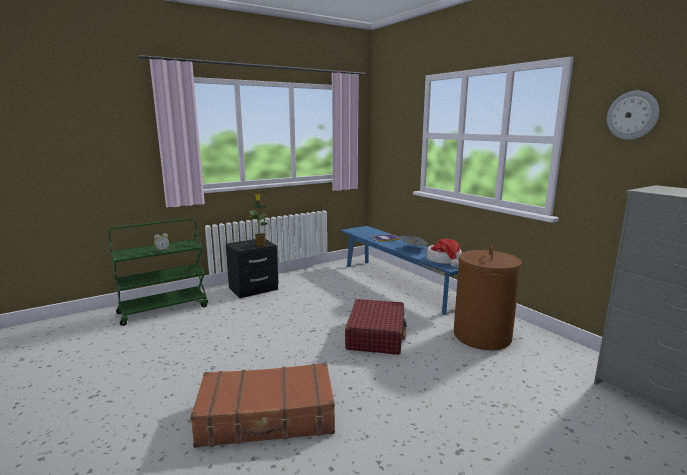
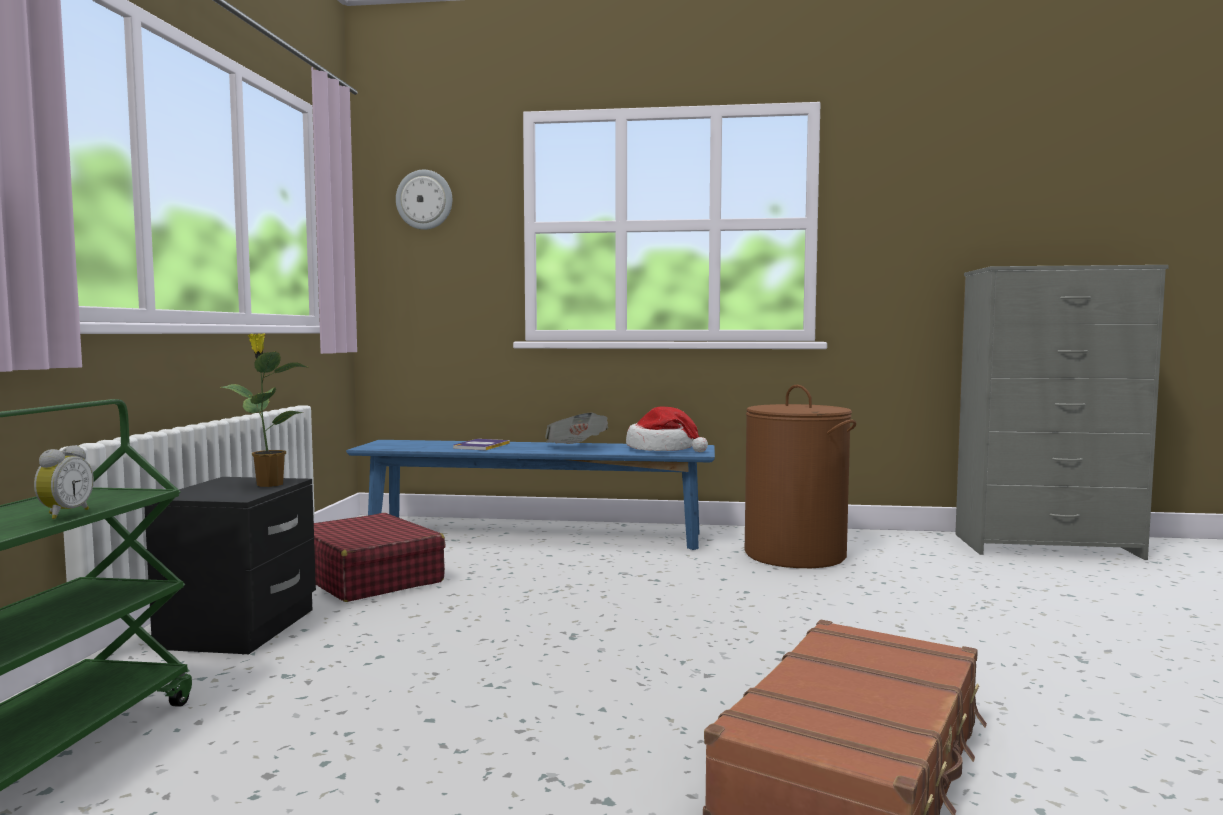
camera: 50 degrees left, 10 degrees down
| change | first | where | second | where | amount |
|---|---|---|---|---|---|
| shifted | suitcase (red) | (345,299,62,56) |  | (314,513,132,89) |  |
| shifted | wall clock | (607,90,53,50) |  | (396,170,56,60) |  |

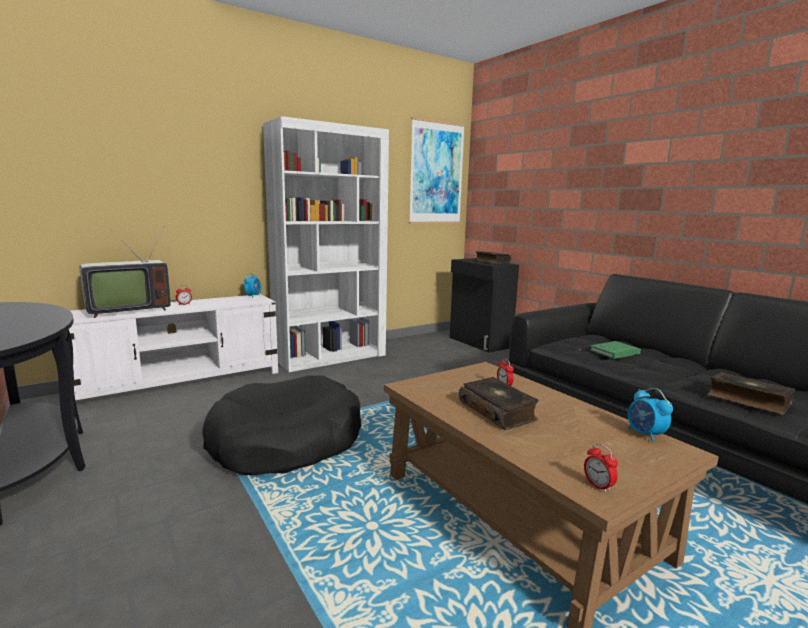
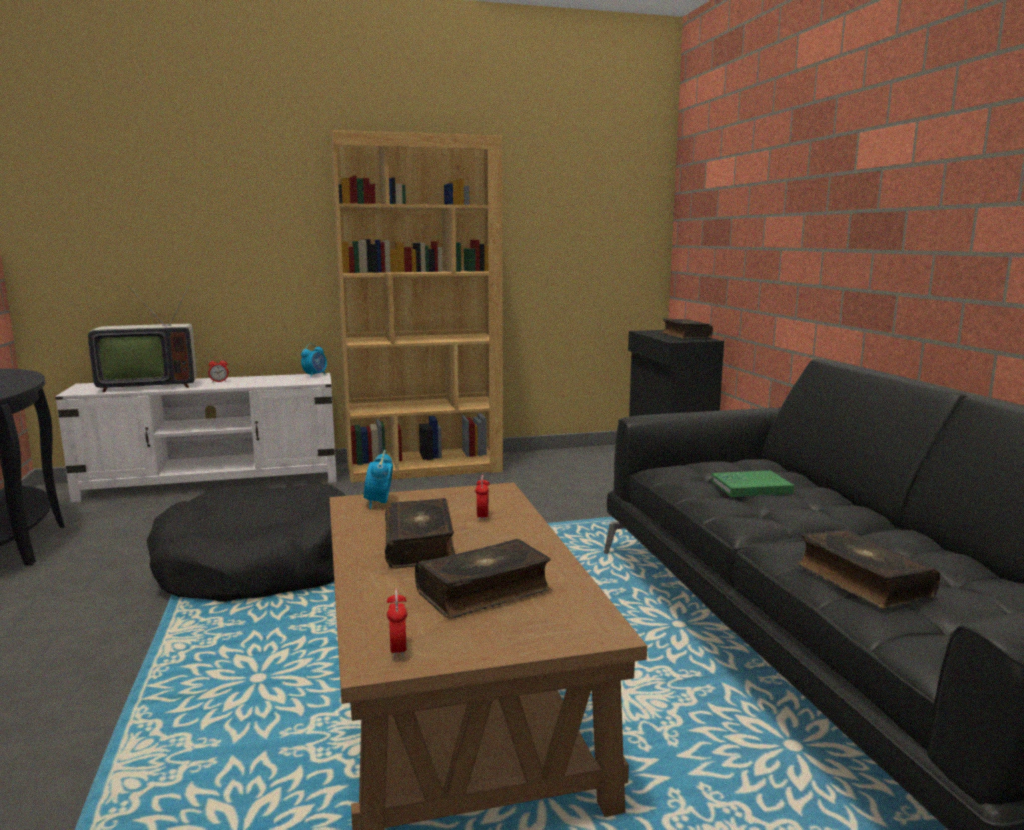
camera: 20 degrees right, 0 degrees up
| change | first | where | second | where | amount |
|---|---|---|---|---|---|
| repainted | bookcase (white) | (263,116,126,256) | bookcase (brown) | (331,130,172,353) |  |
| gone | picture | (409,117,56,107) |  |  |  |
| shifted | alarm clock | (628,388,45,54) |  | (364,450,29,59) |  |
| new |  |  | book | (415,539,136,80) |  |

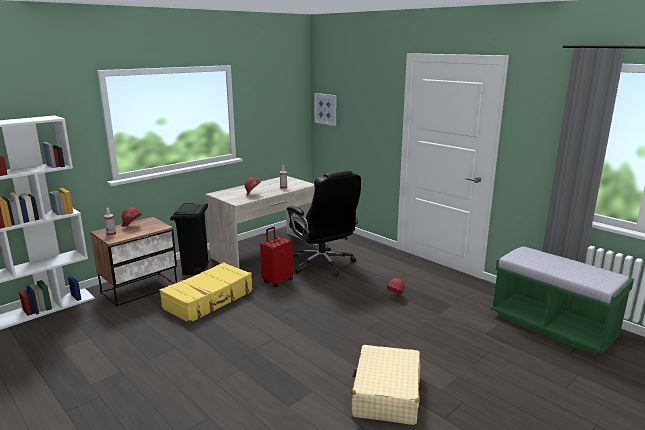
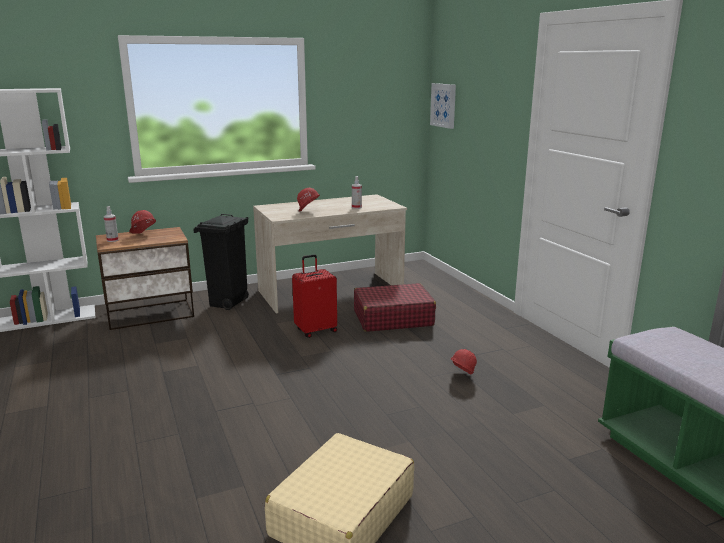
camera: 20 degrees right, 0 degrees up
| change | first | where | second | where | amount |
|---|---|---|---|---|---|
| gone | suitcase (yellow) | (160,262,93,61) |  |  |  |
| swapped | office chair (black) | (287,170,74,107) | suitcase (red) | (354,283,82,49) |  |

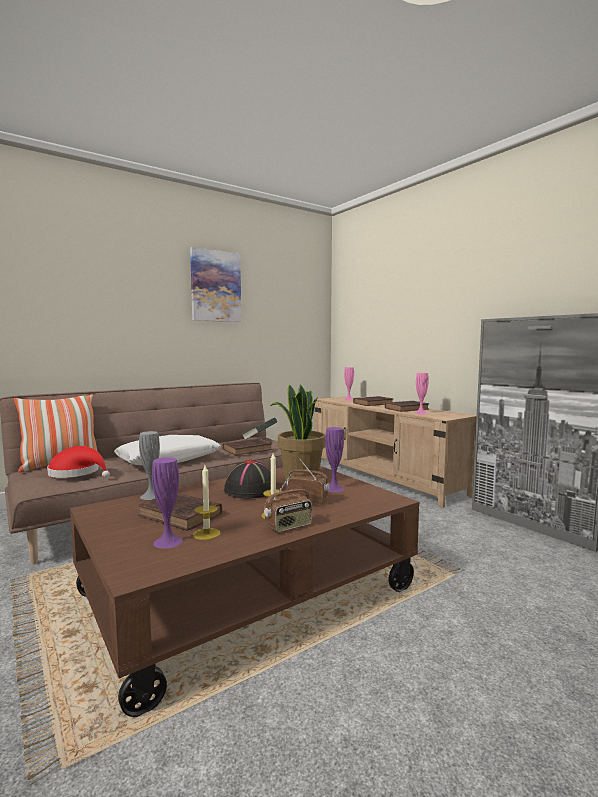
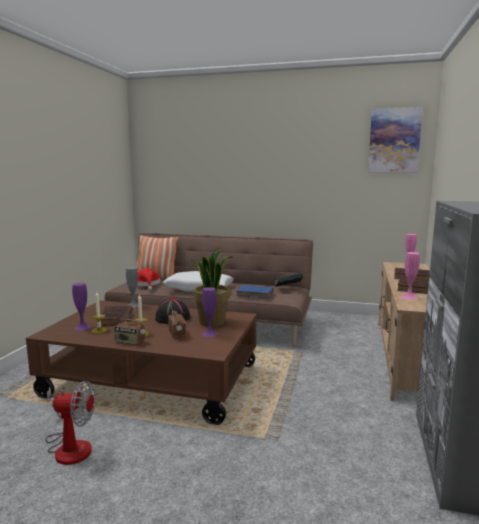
camera: 50 degrees right, 5 degrees up
| change | first | where | second | where | amount |
|---|---|---|---|---|---|
| shifted | picture | (190,247,51,75) |  | (368,107,55,66) |  |
| repainted | book (brown) | (223,438,49,17) | book (blue) | (236,285,37,14) |  |
| new |  |  | fan | (45,381,51,84) |  |

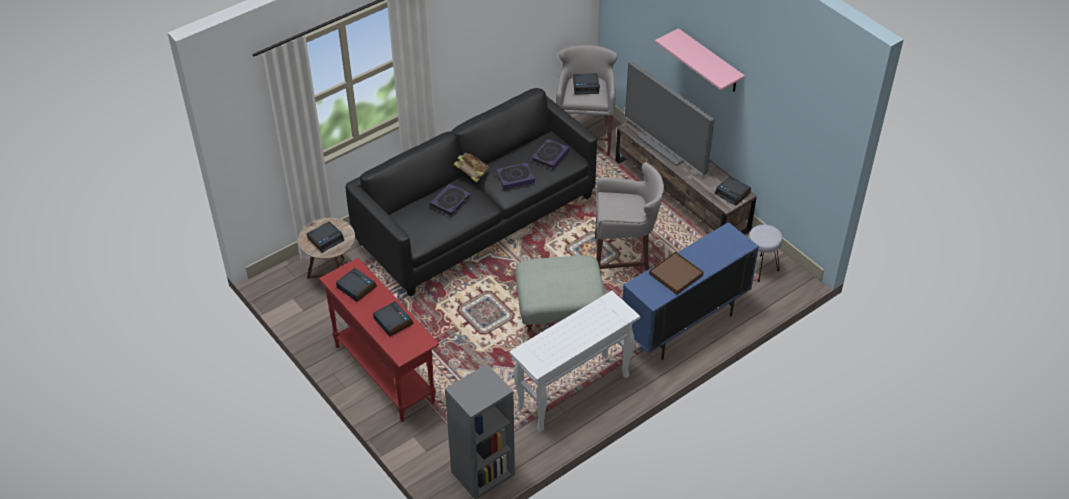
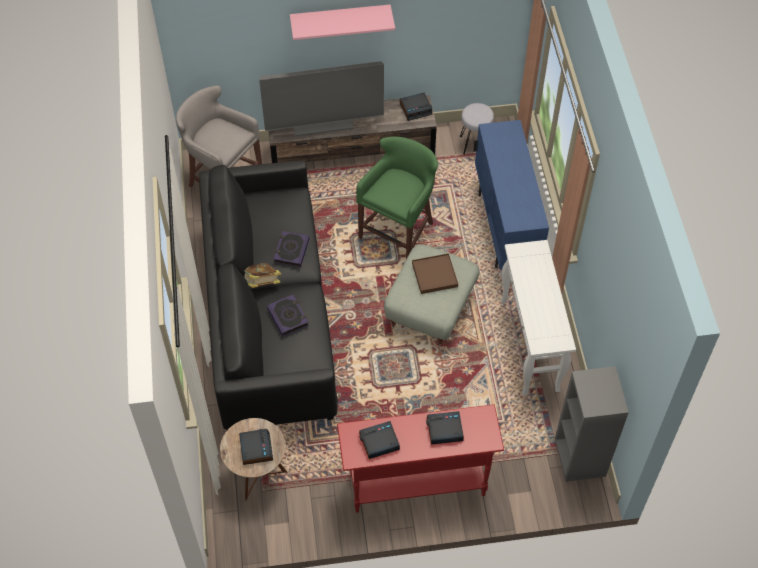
camera: 60 degrees left, 10 degrees up
| change | first | where | second | where | amount |
|---|---|---|---|---|---|
| gone | book | (532,139,37,31) |  |  |  |
| gone | alarm clock | (573,73,27,21) |  |  |  |
| repainted | stool (grey) | (595,162,69,109) | stool (green) | (356,137,82,122) |  |
| shifted | tray (brown) | (649,251,55,44) |  | (412,253,46,41) |  |

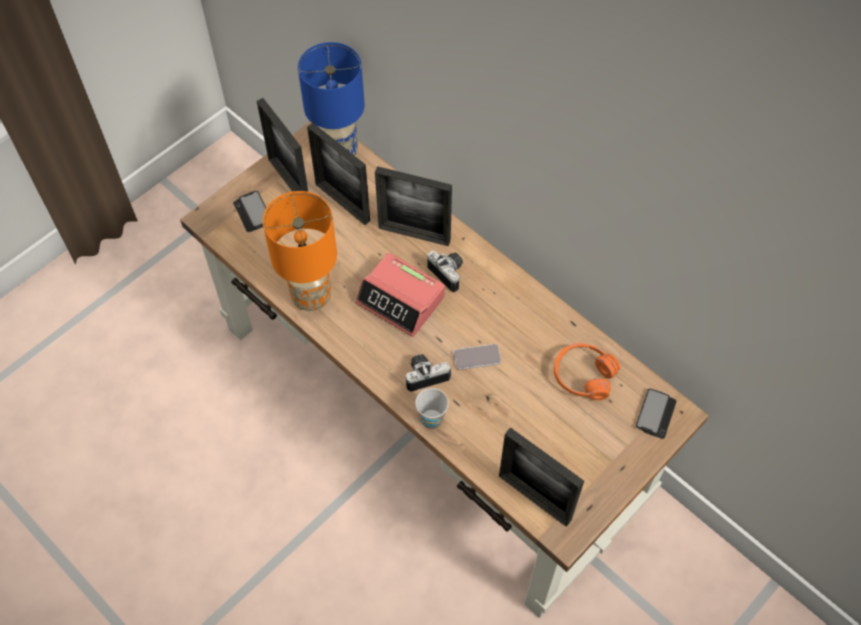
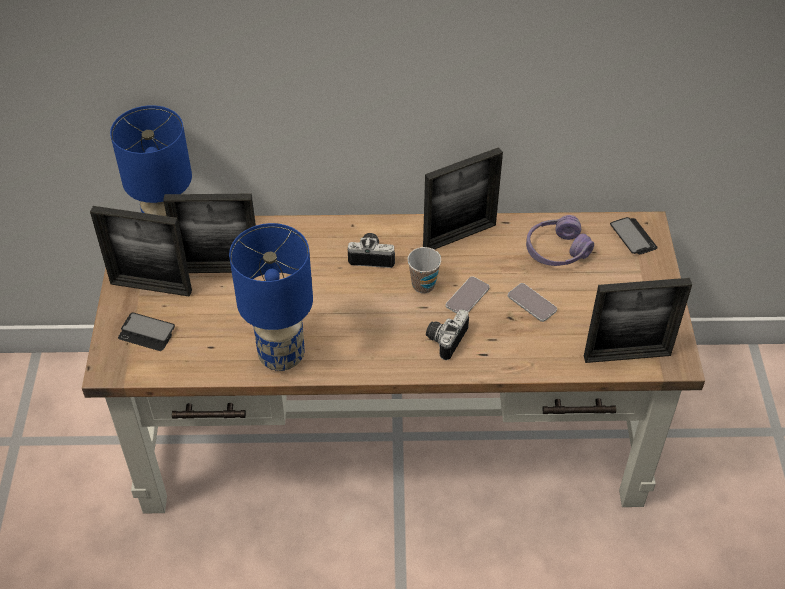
camera: 45 degrees left, 10 degrees down
| change | first | where | second | where | amount |
|---|---|---|---|---|---|
| repainted | table lamp (orange) | (263,191,74,120) | table lamp (blue) | (229,223,84,148) |  |
| gone | alarm clock | (355,253,90,84) |  |  |  |
| shifted | picture frame | (375,166,77,80) |  | (423,147,80,103) |  |
| shifted | cup | (415,388,34,41) |  | (407,247,34,46) |  |
| repainted | headphones (orange) | (554,343,66,57) | headphones (purple) | (526,215,68,51) |  |
| new |  |  | phone | (508,283,49,39) |  |

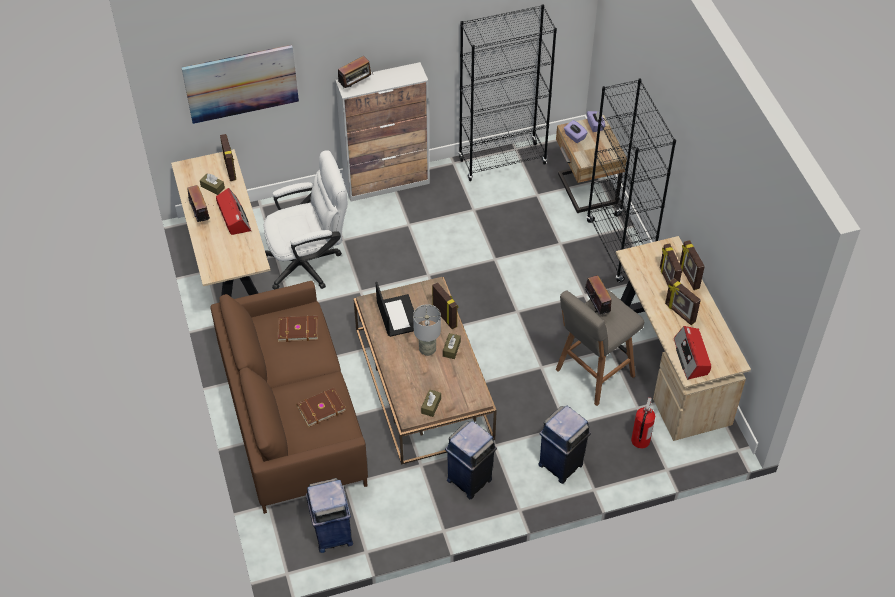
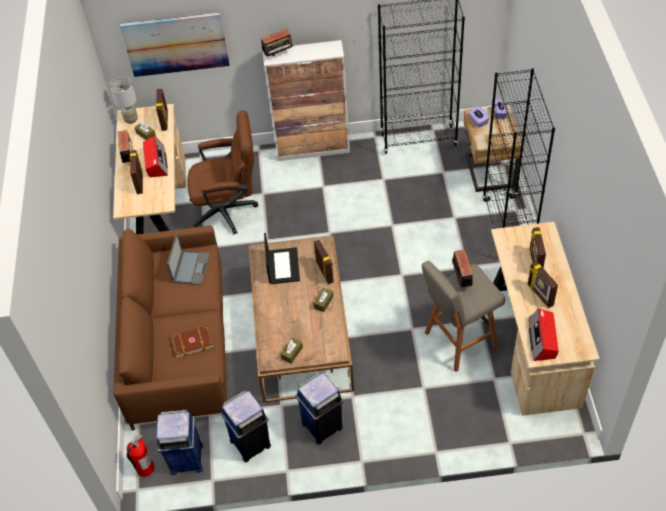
camera: 15 degrees right, 0 degrees up
| change | first | where | second | where | amount |
|---|---|---|---|---|---|
| repainted | office chair (white) | (264,150,84,139) | office chair (brown) | (187,111,71,123) |  |
| swapped | book (brown) | (278,316,40,26) | laptop | (167,233,43,52) |  |
| shifted | table lamp (grey) | (413,304,28,52) |  | (109,77,29,47) |  |
| shifted | trash can (blue) | (538,405,53,79) |  | (221,390,50,73) |  |
| shifted | fire extinguisher | (631,397,24,52) |  | (127,431,28,46) |  |
| shifted | picture frame | (680,240,25,50) |  | (129,150,14,44) |  |

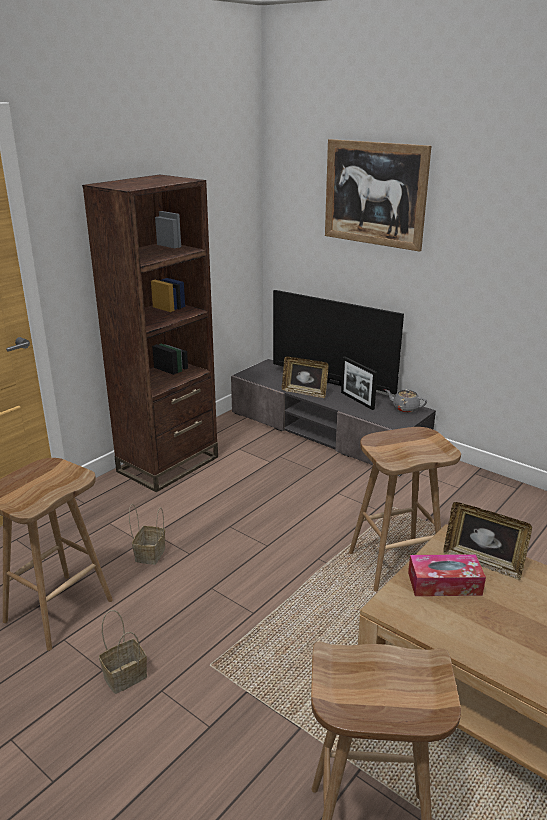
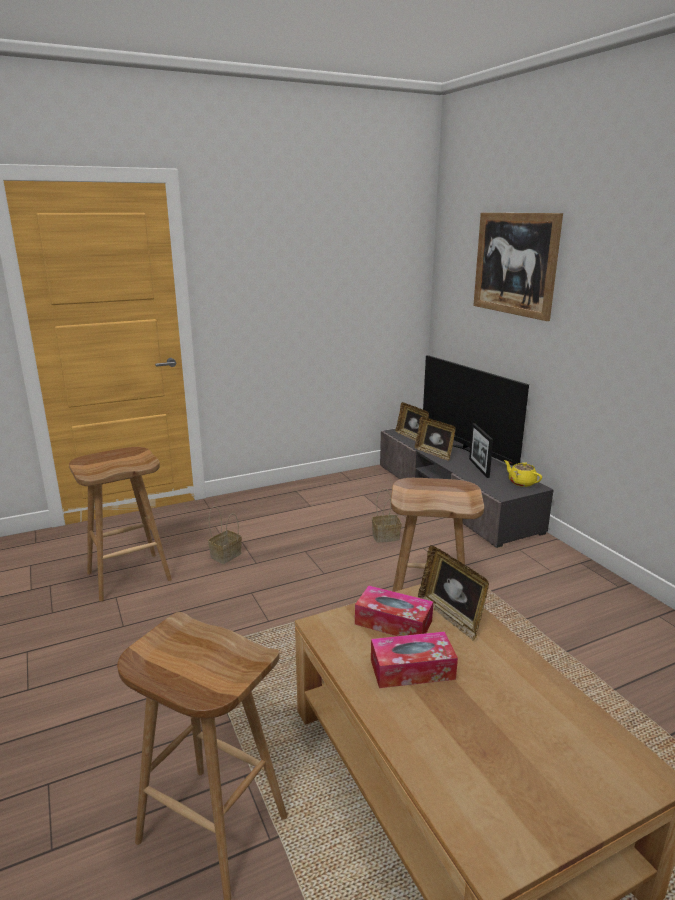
camera: 25 degrees right, 5 degrees down
| change | first | where | second | where | amount |
|---|---|---|---|---|---|
| gone | bookcase (brown) | (82,175,136,317) |  |  |  |
| shifted | basket | (99,610,48,84) |  | (372,488,29,55) |  |
| repainted | teapot (grey) | (385,389,42,24) | teapot (yellow) | (504,460,38,27) |  |
| new |  |  | tissue box | (371,632,87,56) |  |
| new |  |  | picture frame | (396,402,33,39) |  |

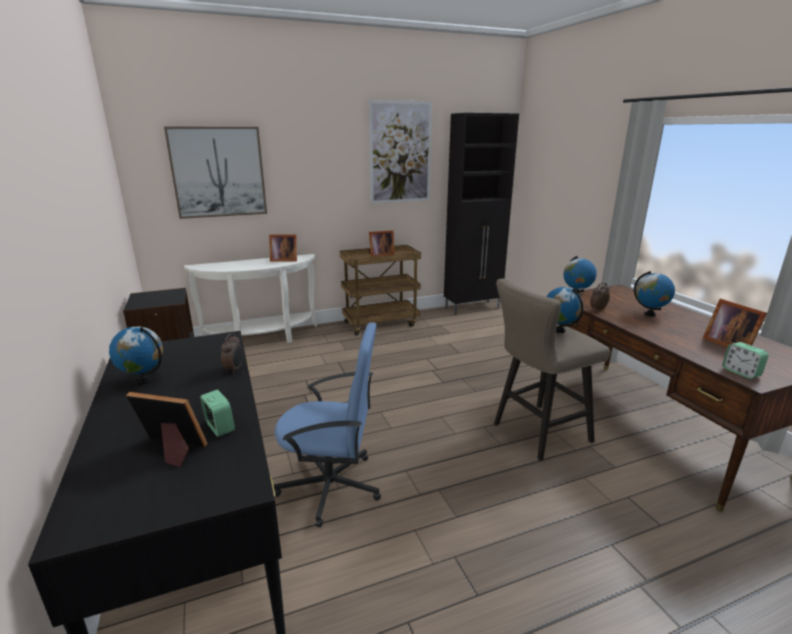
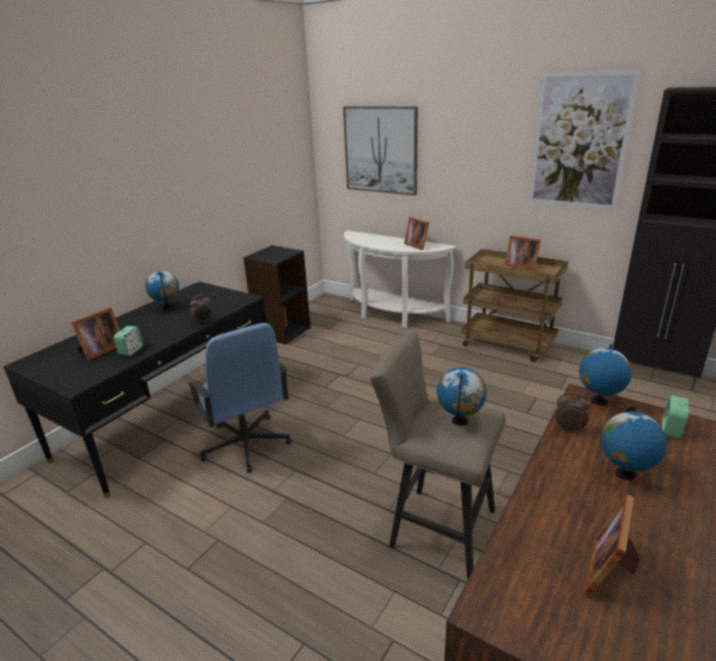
camera: 55 degrees right, 5 degrees up
| change | first | where | second | where | amount |
|---|---|---|---|---|---|
| rotated | picture frame | (126,392,81,75) |  | (71,307,49,53) | 60 degrees clockwise |
| shifted | alarm clock | (723,342,46,37) |  | (662,395,27,44) |  |

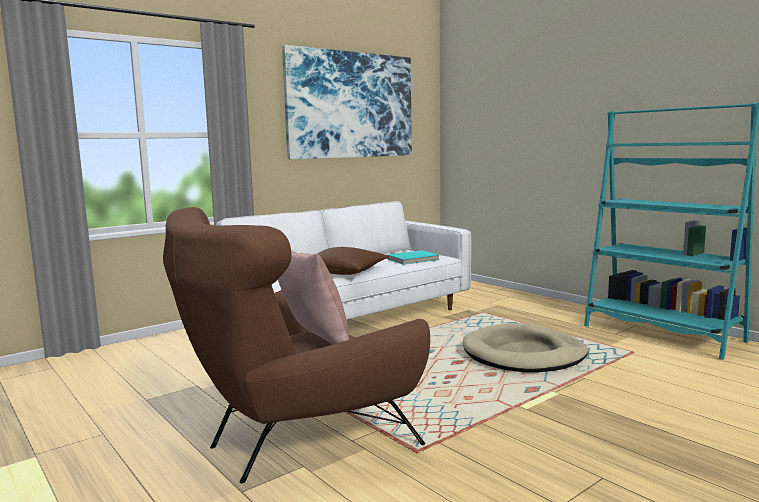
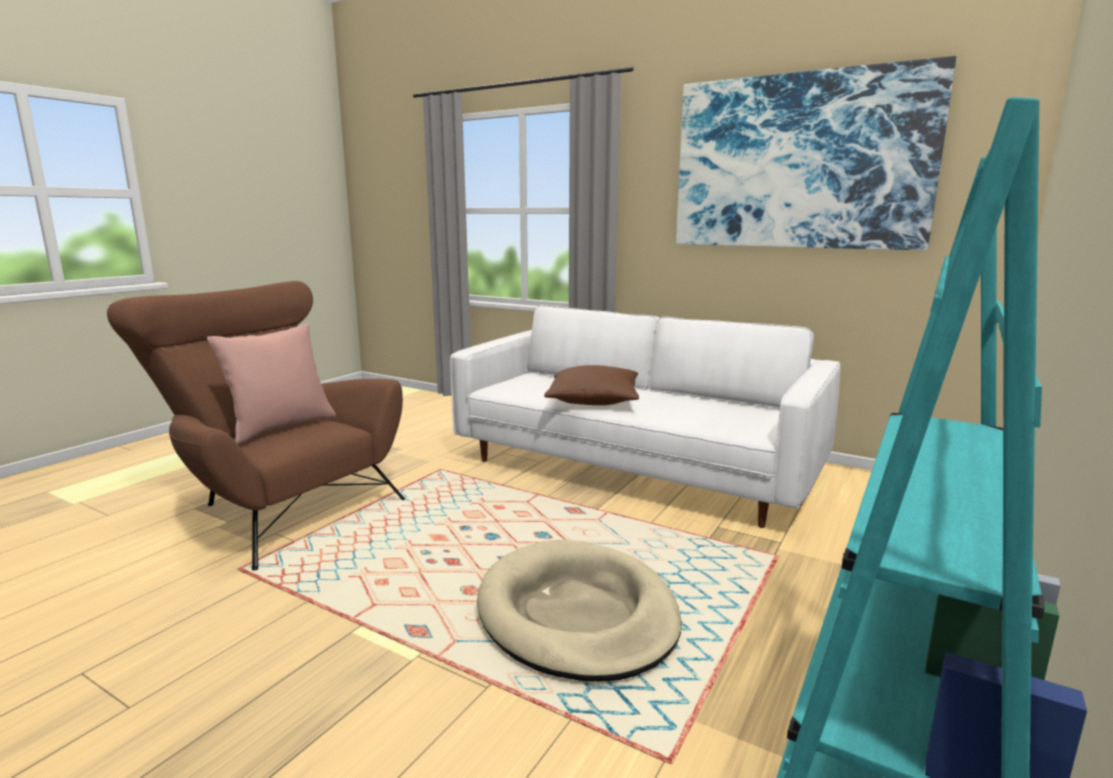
camera: 70 degrees right, 5 degrees up
| change | first | where | second | where | amount |
|---|---|---|---|---|---|
| gone | book (turquoise) | (387,250,53,15) |  |  |  |

